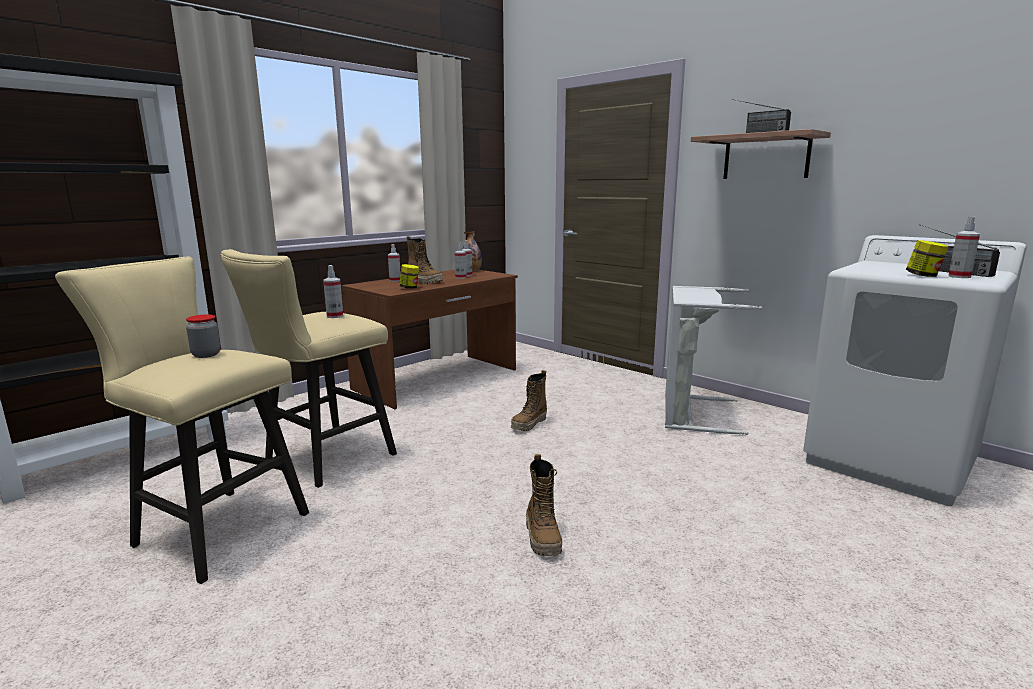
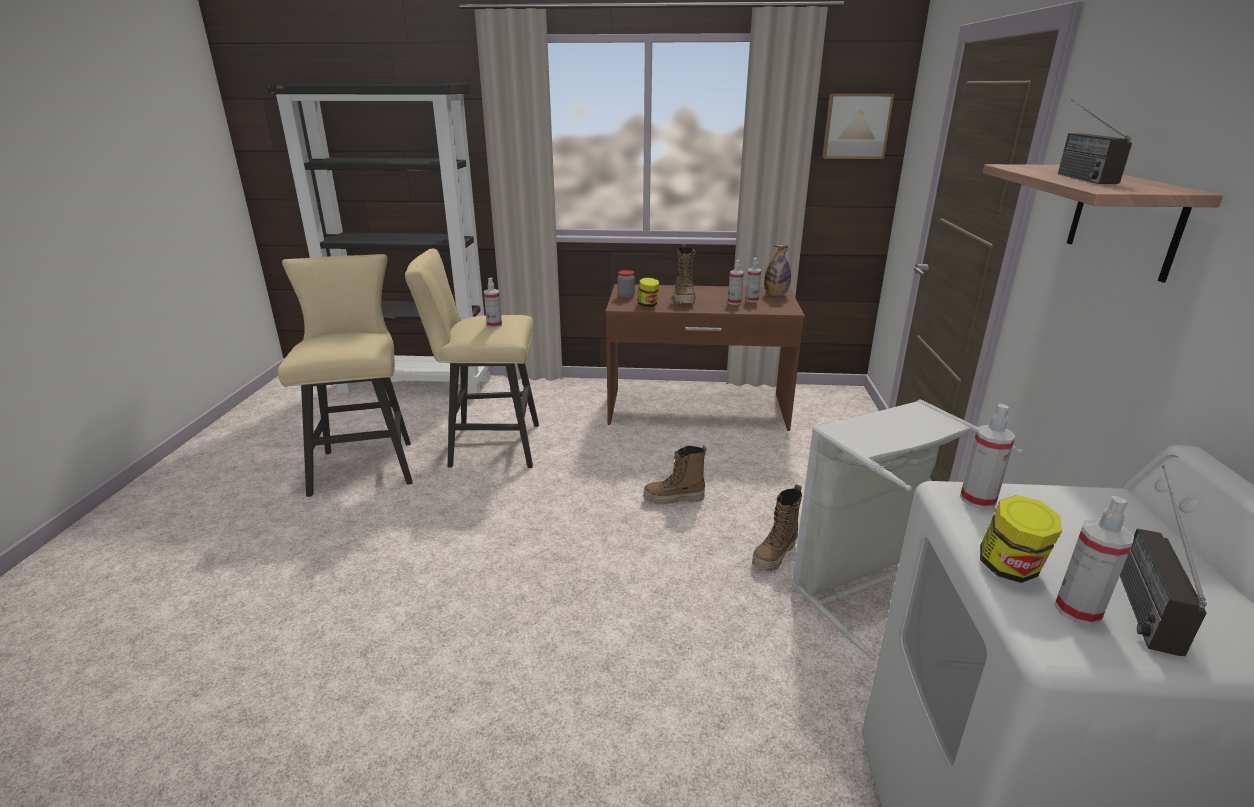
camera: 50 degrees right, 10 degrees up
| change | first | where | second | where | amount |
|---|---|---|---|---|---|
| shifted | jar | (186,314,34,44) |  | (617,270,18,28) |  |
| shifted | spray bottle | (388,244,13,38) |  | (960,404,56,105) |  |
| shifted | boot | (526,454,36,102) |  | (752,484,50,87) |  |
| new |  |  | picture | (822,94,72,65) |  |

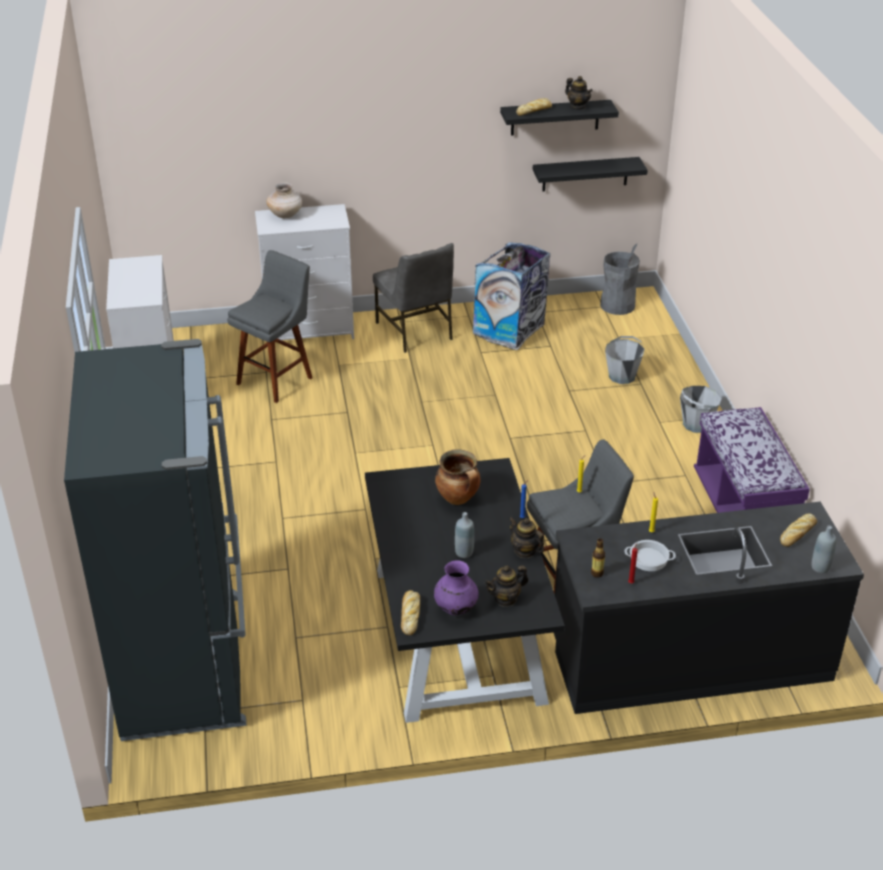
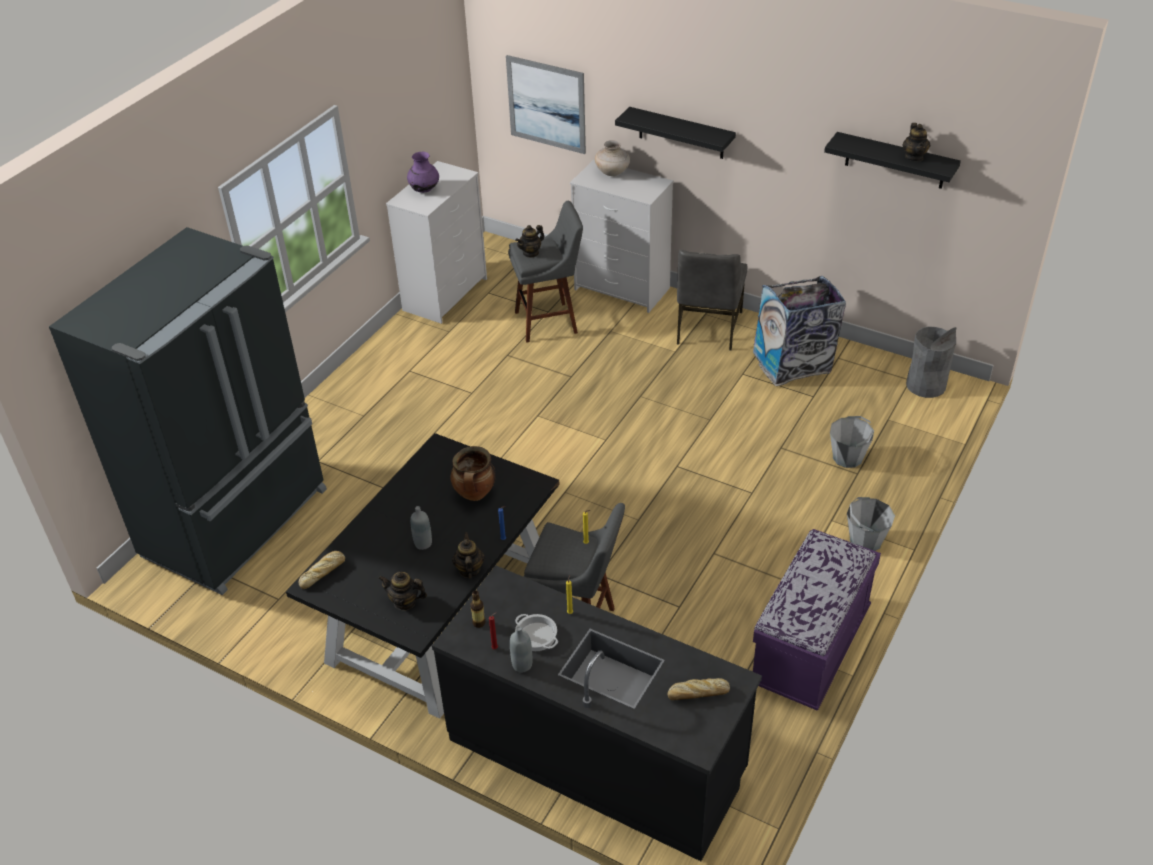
camera: 40 degrees right, 5 degrees up
| change | first | where | second | where | amount |
|---|---|---|---|---|---|
| shifted | vase (purple) | (434,560,45,55) |  | (407,152,32,41) |  |
| gone | bread | (516,98,36,18) |  |  |  |
| shifted | shelf (black) | (533,157,115,34) |  | (615,107,121,52) |  |
| shifted | bottle (grey) | (812,526,24,47) |  | (510,626,22,47) |  |
| new |  |  | picture | (506,55,80,99) |  |
| new |  |  | teapot | (515,225,29,33) |  |

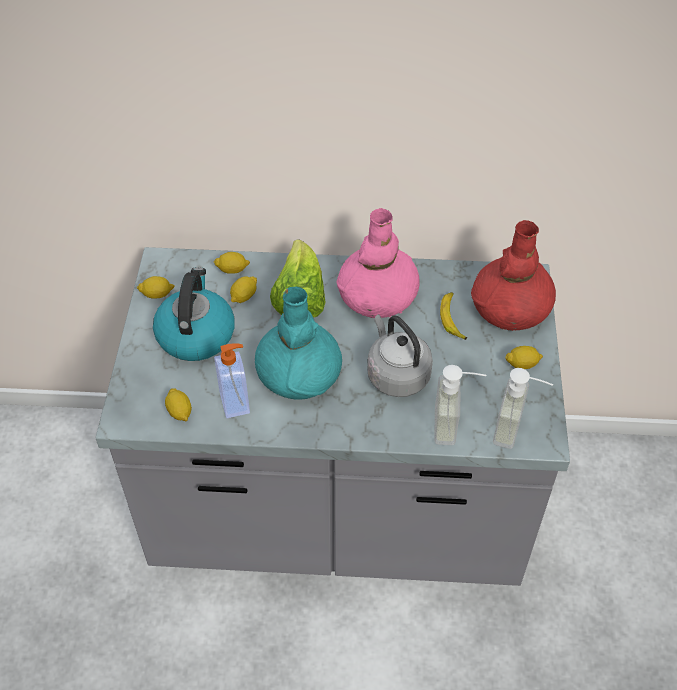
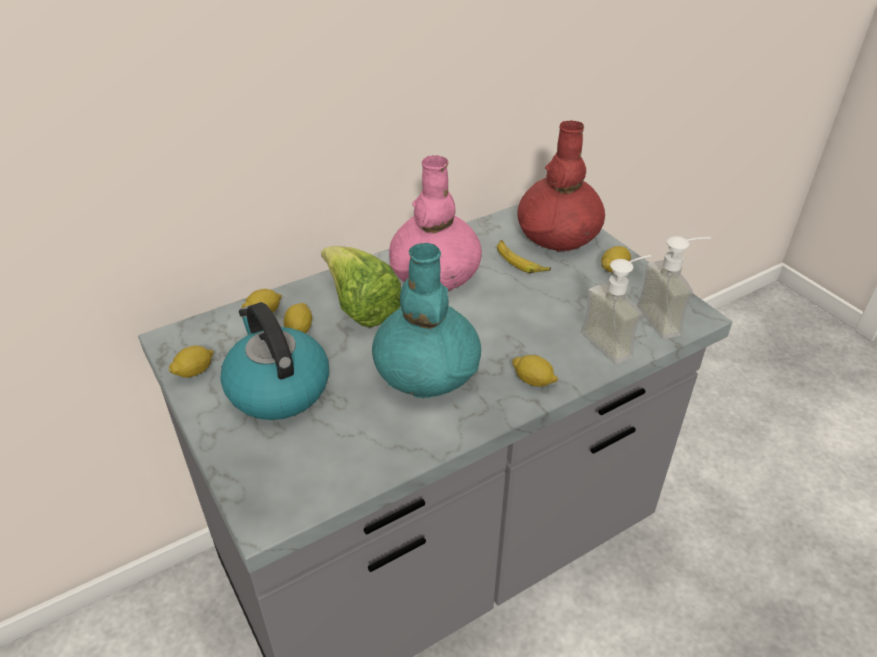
camera: 35 degrees left, 10 degrees down
| change | first | where | second | where | amount |
|---|---|---|---|---|---|
| shifted | lemon | (165,388,27,33) |  | (512,355,46,32) |  |
| gone | soap dispenser | (214,343,36,75) |  |  |  |
| gone | kettle (grey) | (367,314,66,83) |  |  |  |

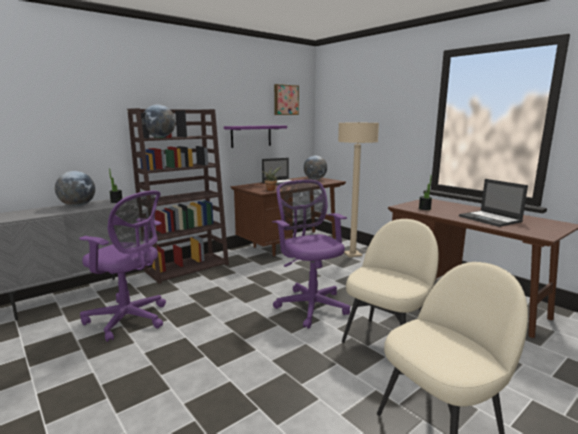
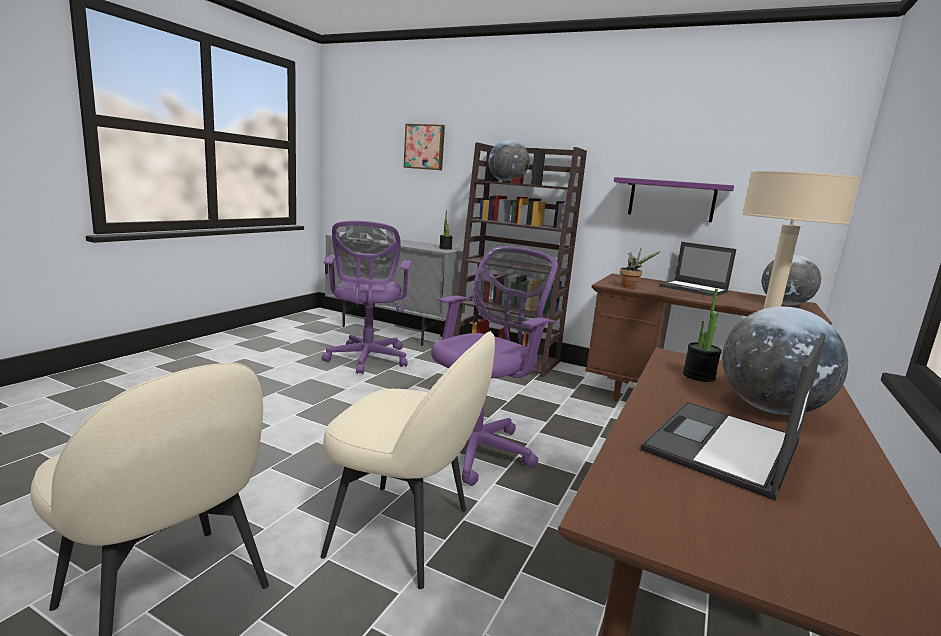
camera: 65 degrees right, 0 degrees up
| change | first | where | second | where | amount |
|---|---|---|---|---|---|
| shifted | globe | (55,171,40,35) |  | (722,307,126,108) |  |
| shifted | picture | (274,84,25,31) |  | (403,124,42,46) |  |

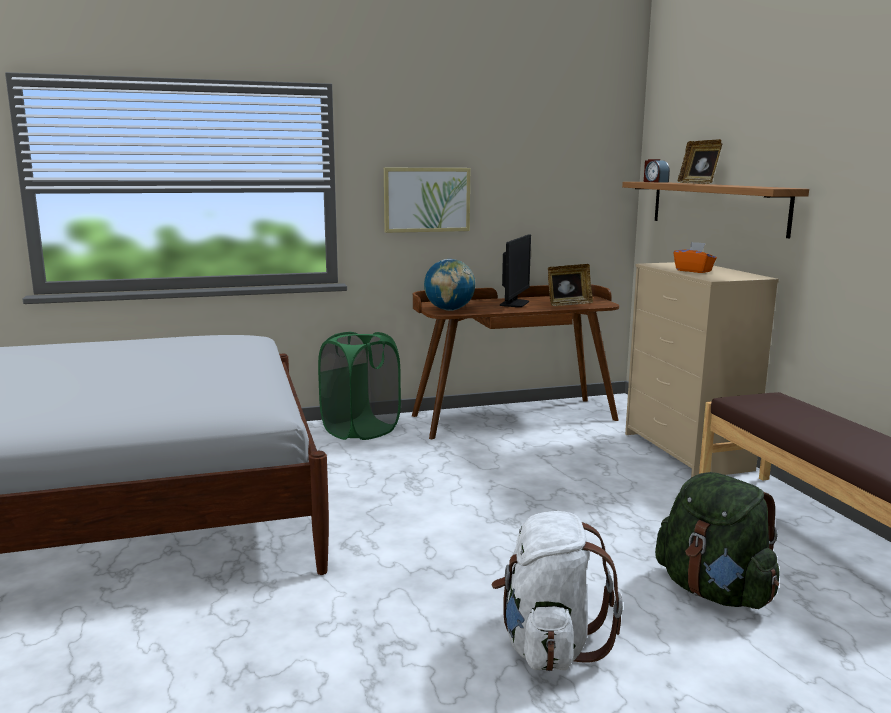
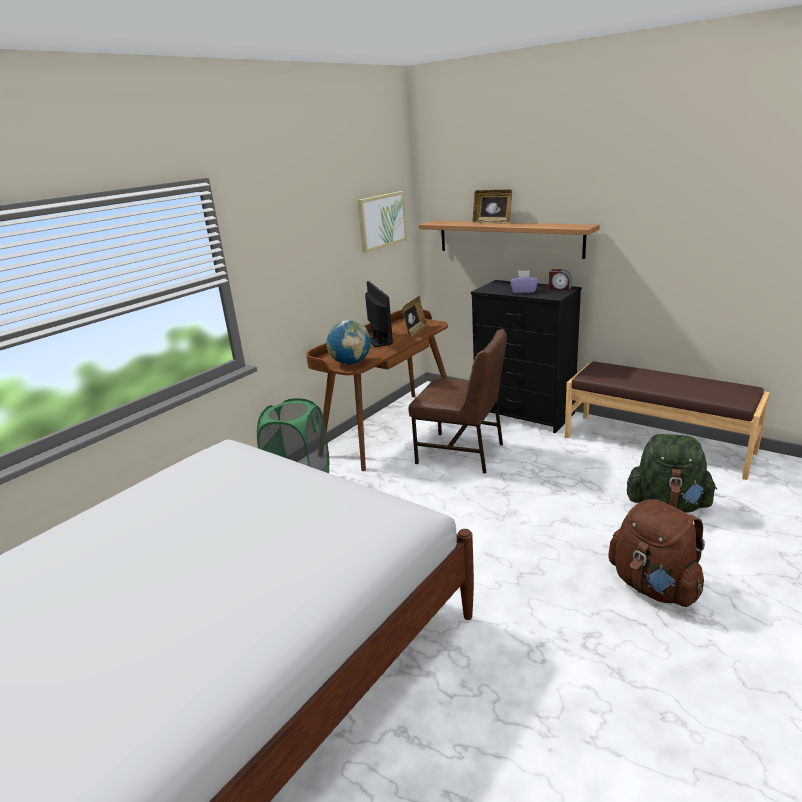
camera: 35 degrees left, 10 degrees up
| change | first | where | second | where | amount |
|---|---|---|---|---|---|
| shifted | picture | (384,168,86,65) |  | (357,191,50,62) |  |
| repainted | backpack (white) | (491,511,132,160) | backpack (brown) | (609,499,96,108) |  |
| repainted | dresser (beige) | (625,262,154,216) | dresser (black) | (471,280,111,153) |  |
| shifted | alarm clock | (644,159,26,24) |  | (549,269,23,21) |  |
| repainted | tissue box (orange) | (674,242,43,31) | tissue box (purple) | (510,270,28,23) |  |
| new |  |  | chair (brown) | (409,329,98,144) |  |

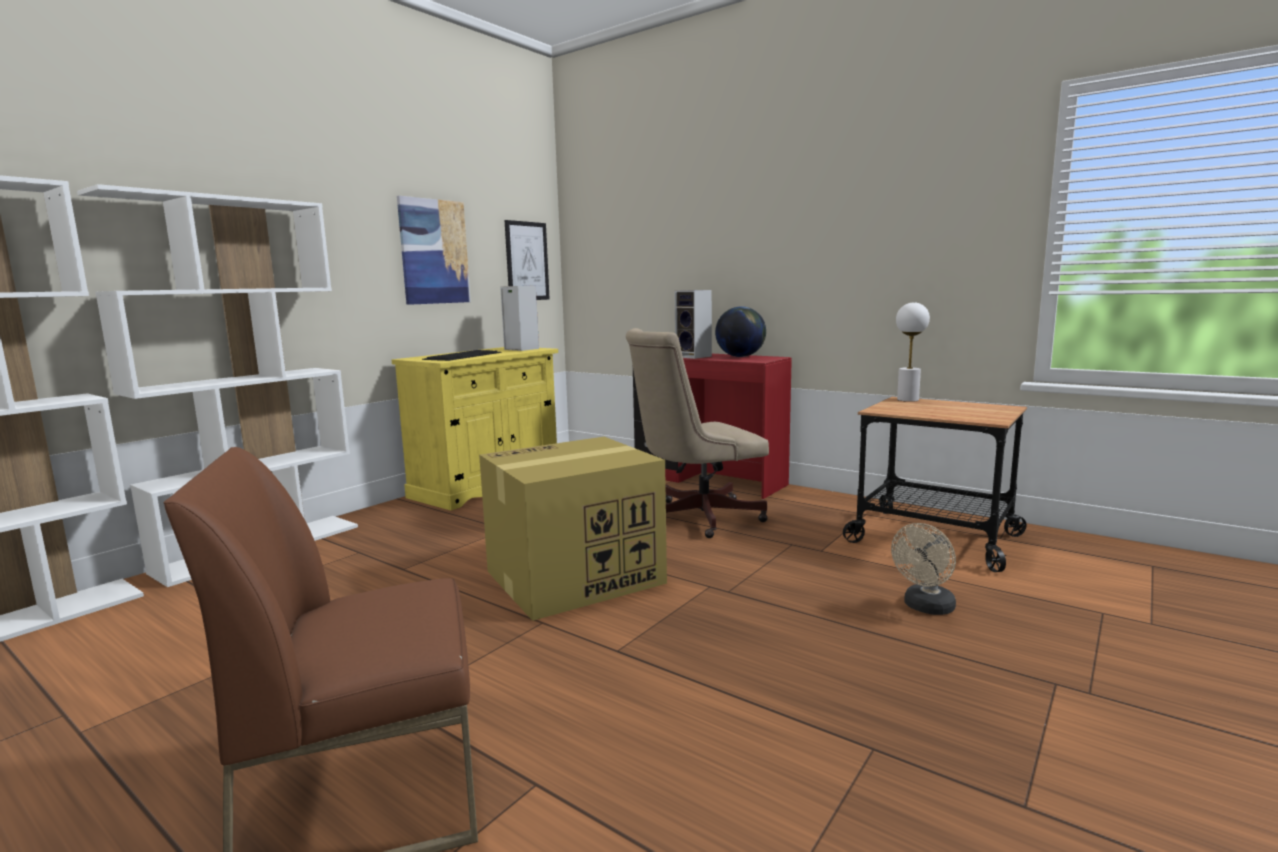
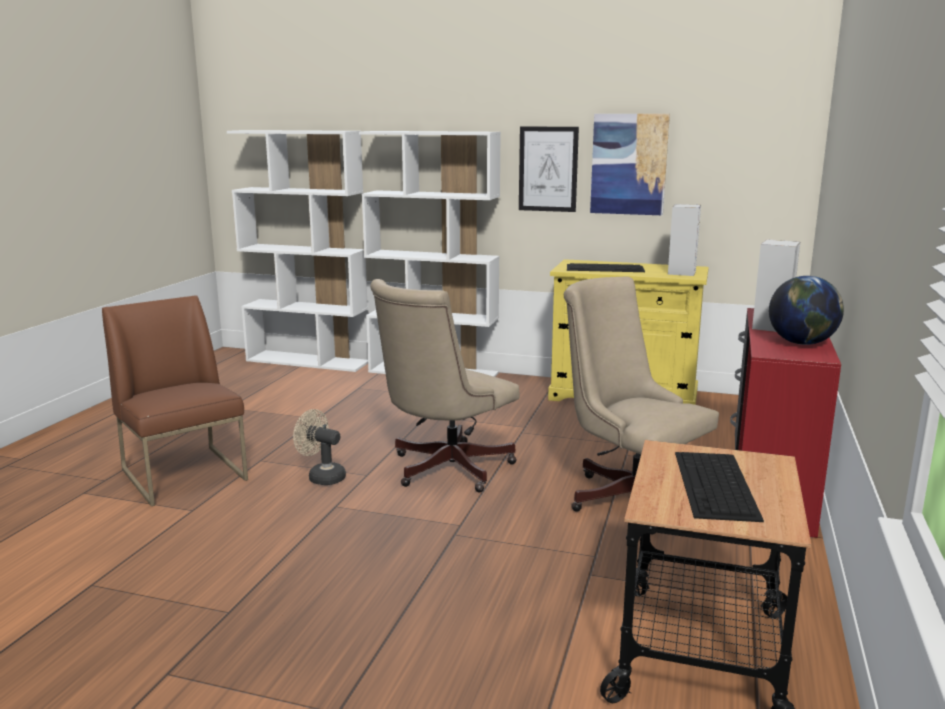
camera: 70 degrees right, 5 degrees up
| change | first | where | second | where | amount |
|---|---|---|---|---|---|
| swapped | cardboard box | (479,437,188,184) | office chair (beige) | (370,279,149,213) |  |
| shifted | picture | (505,220,45,80) |  | (519,127,60,85) |  |
| shifted | fan (beige) | (891,523,65,92) |  | (293,409,53,76) |  |
| gone | table lamp (white) | (896,302,34,100) |  |  |  |
| new |  |  | keyboard | (675,452,89,70) |  |

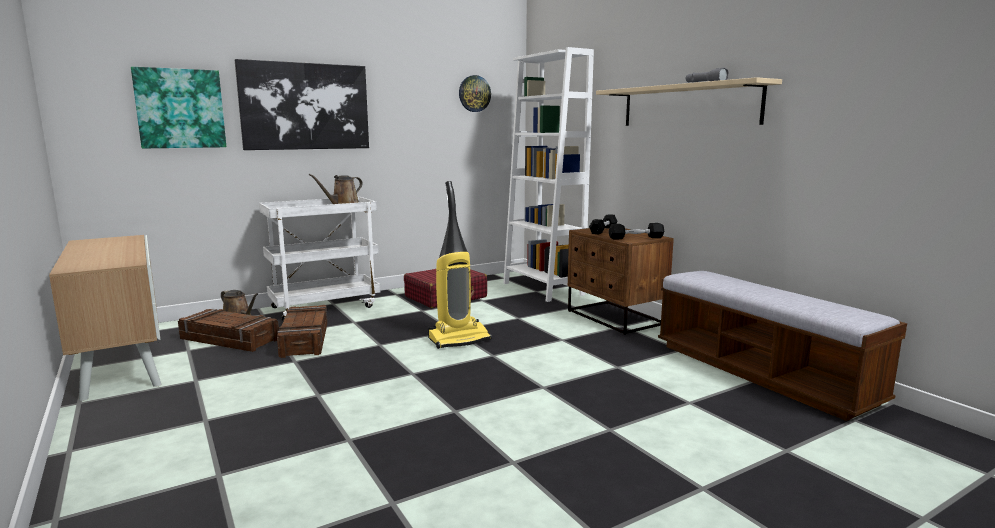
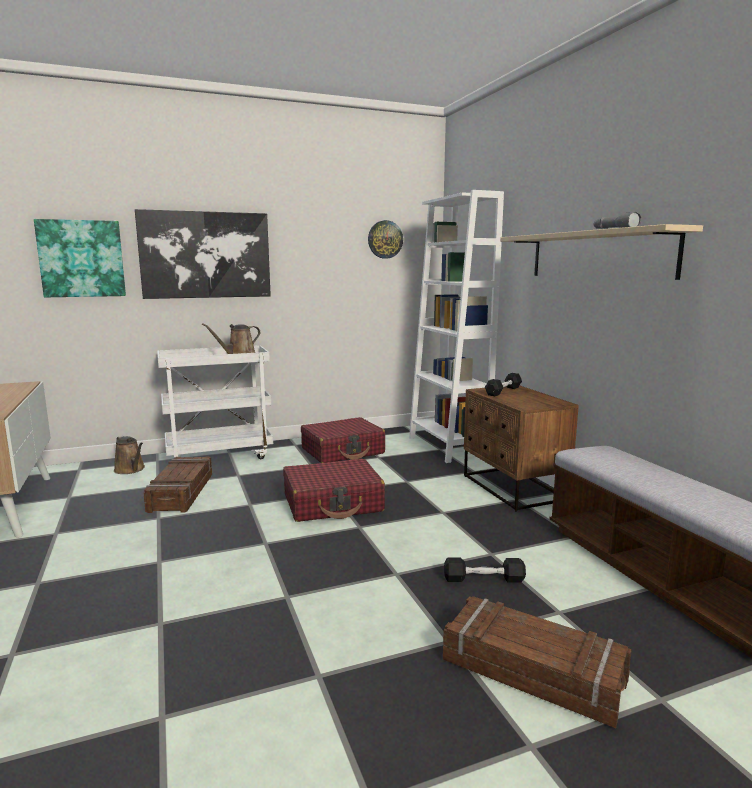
camera: 10 degrees right, 0 degrees up
| change | first | where | second | where | amount |
|---|---|---|---|---|---|
| shifted | crate | (178,309,101,43) |  | (443,596,189,132) |  |
| swapped | vacuum cleaner | (428,181,64,168) | suitcase (red) | (283,459,102,63) |  |
| shifted | dumbbell (black) | (609,223,55,17) |  | (444,557,82,26) |  |

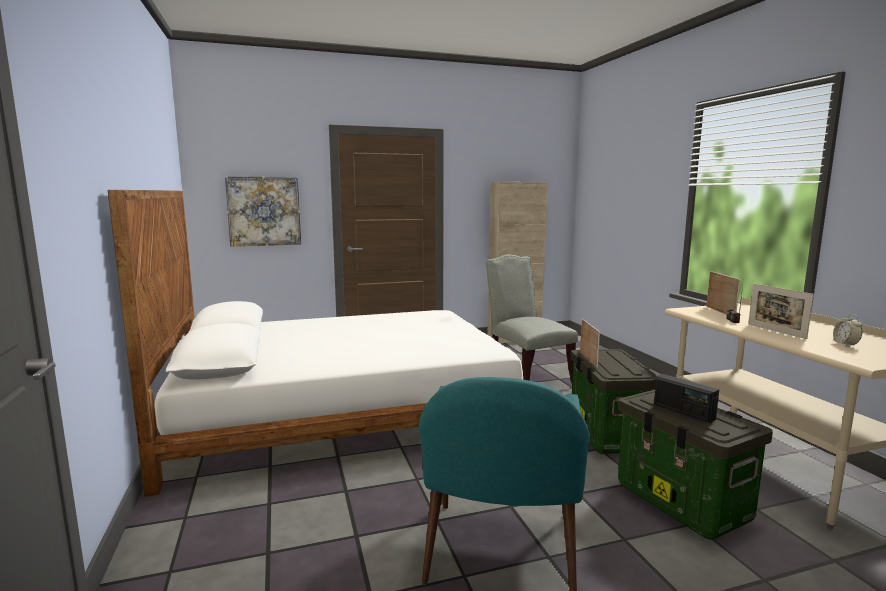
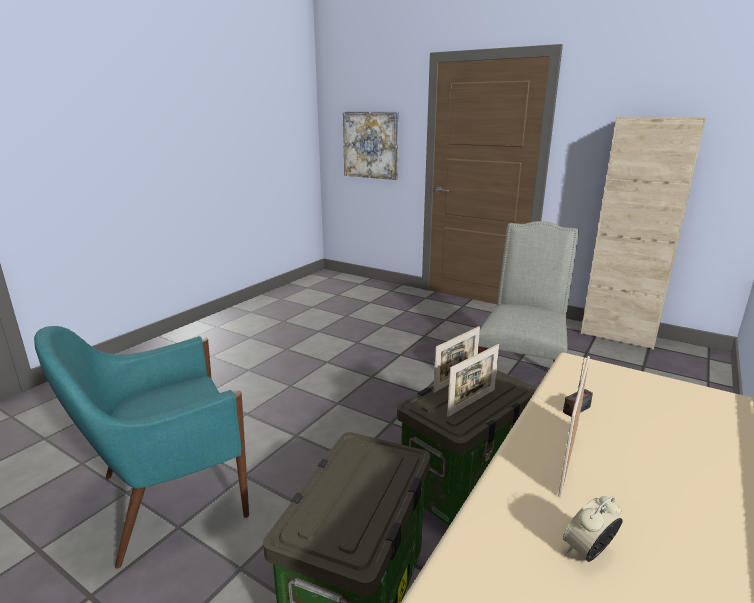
camera: 50 degrees right, 10 degrees up
| change | first | where | second | where | amount |
|---|---|---|---|---|---|
| gone | bed (white) | (108,190,415,307) |  |  |  |
| gone | radio | (654,374,65,49) |  |  |  |
| shifted | picture frame | (707,271,33,44) |  | (447,344,52,73) |  |

